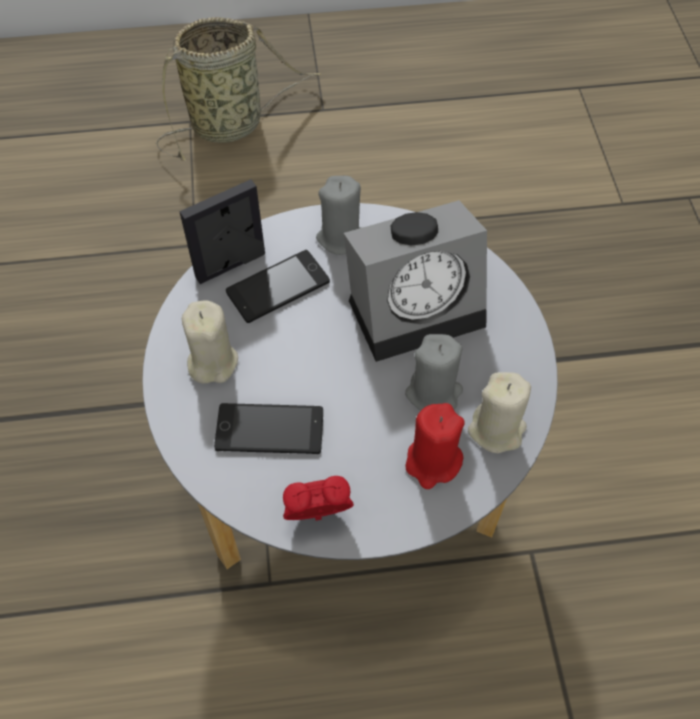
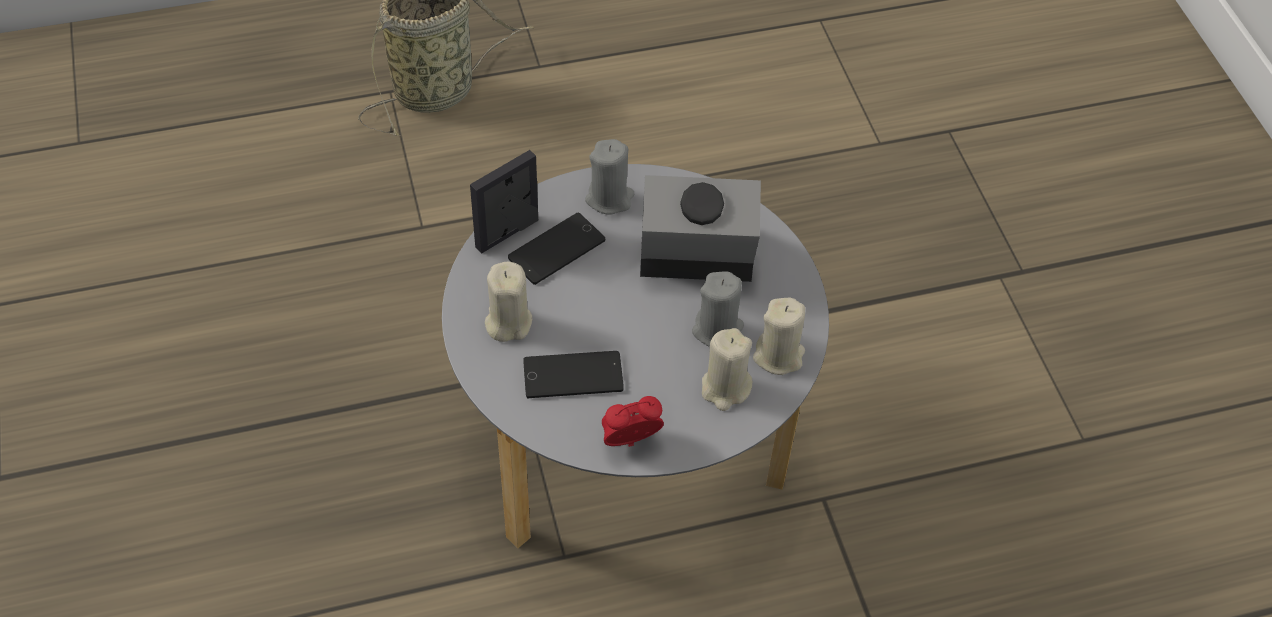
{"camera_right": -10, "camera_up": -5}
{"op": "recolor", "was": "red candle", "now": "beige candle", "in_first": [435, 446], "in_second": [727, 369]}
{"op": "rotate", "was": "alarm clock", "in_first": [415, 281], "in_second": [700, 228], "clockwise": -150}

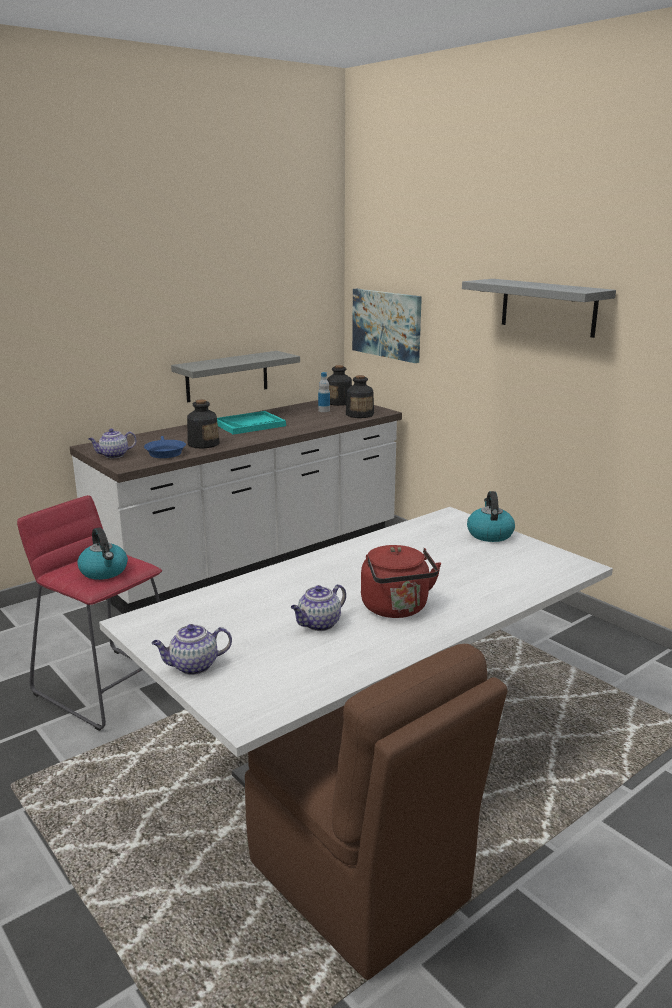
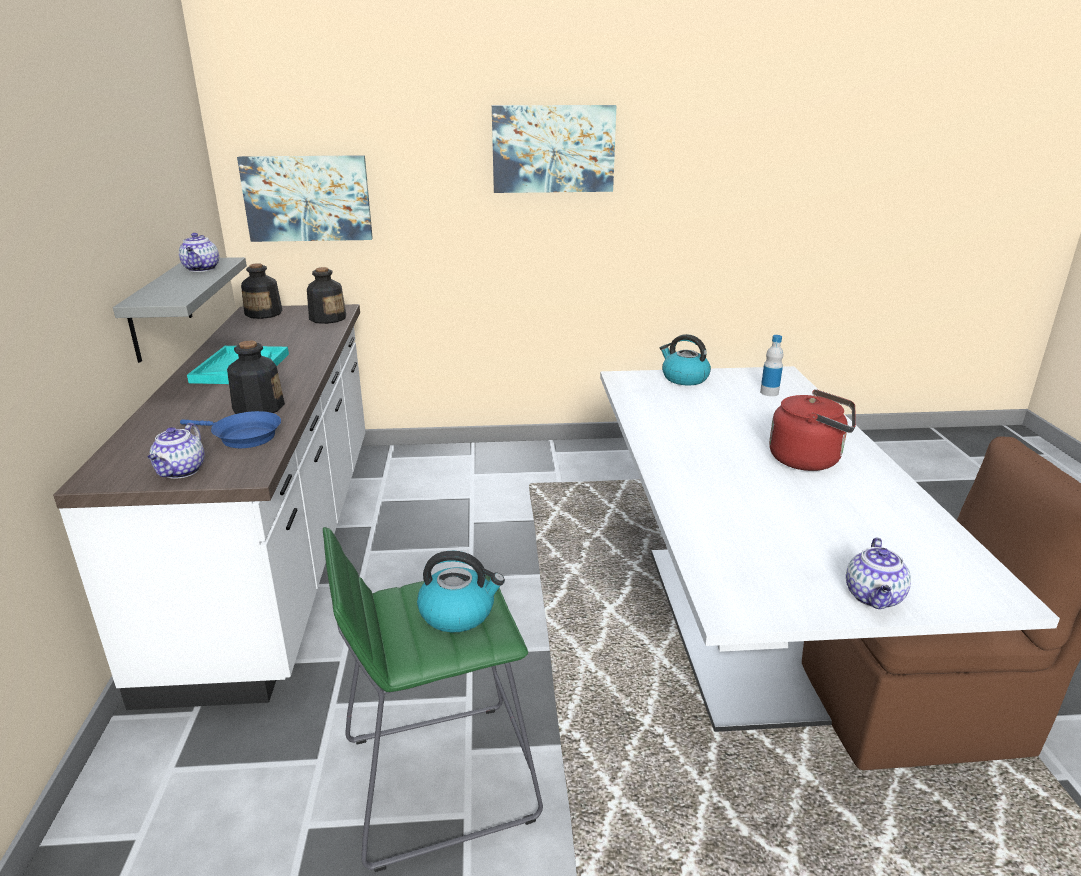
{"camera_right": -55, "camera_up": 5}
{"op": "move", "was": "teapot", "in_first": [318, 607], "in_second": [199, 252]}
{"op": "move", "was": "bottle", "in_first": [324, 392], "in_second": [771, 365]}
{"op": "replace", "was": "grey shelf", "now": "picture", "in_first": [539, 308], "in_second": [554, 149]}
{"op": "recolor", "was": "red stool", "now": "green stool", "in_first": [89, 613], "in_second": [433, 699]}

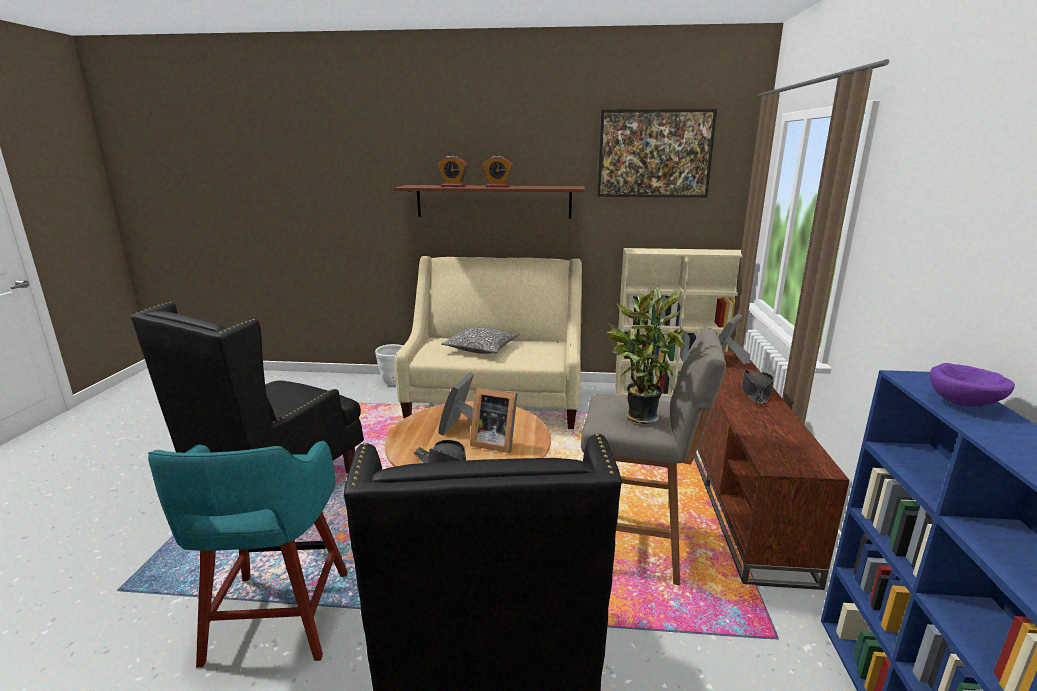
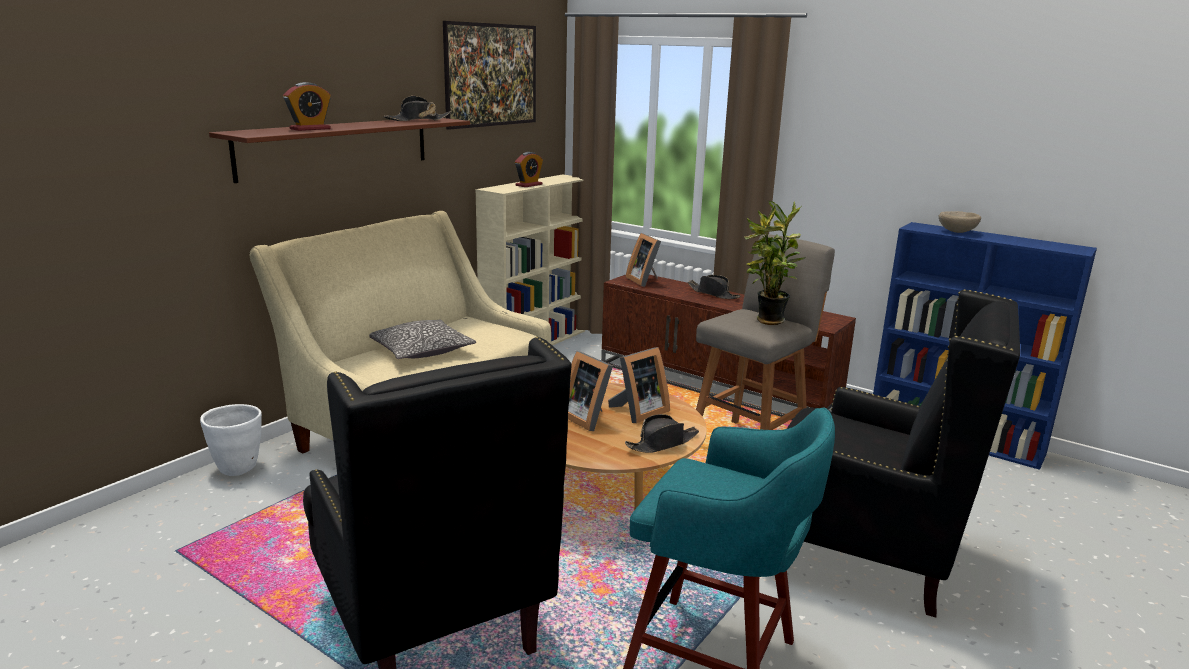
{"camera_right": -60, "camera_up": 0}
{"op": "insert", "now": "black hat", "in_second": [417, 108]}
{"op": "move", "was": "alarm clock", "in_first": [498, 171], "in_second": [529, 169]}
{"op": "recolor", "was": "purple bowl", "now": "beige bowl", "in_first": [972, 385], "in_second": [960, 222]}

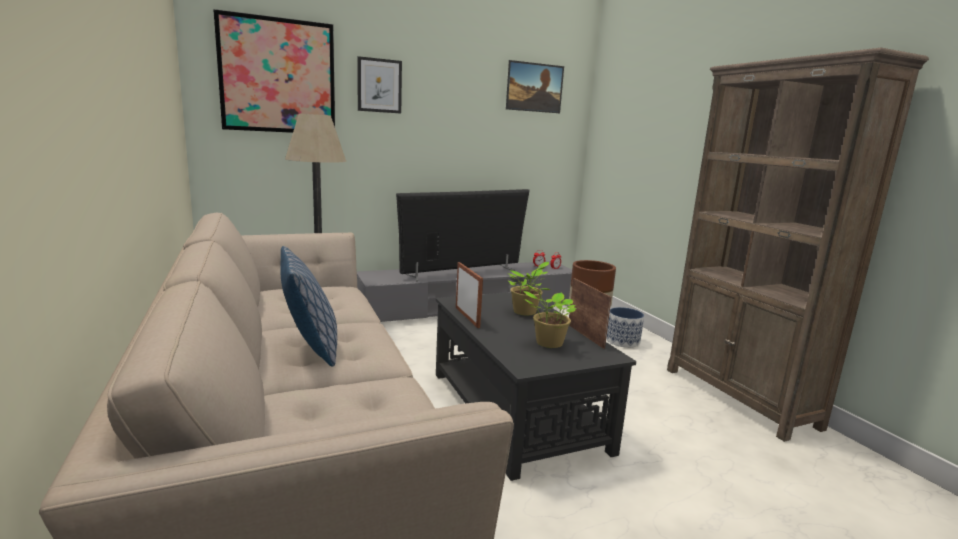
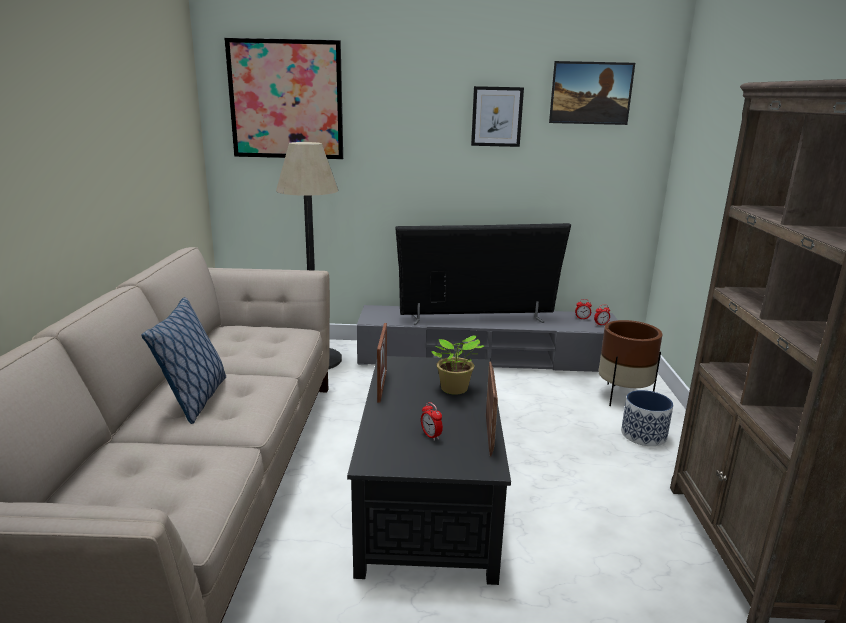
{"camera_right": 25, "camera_up": 5}
{"op": "move", "was": "picture", "in_first": [379, 85], "in_second": [497, 116]}
{"op": "replace", "was": "potted plant", "now": "alarm clock", "in_first": [549, 315], "in_second": [432, 421]}

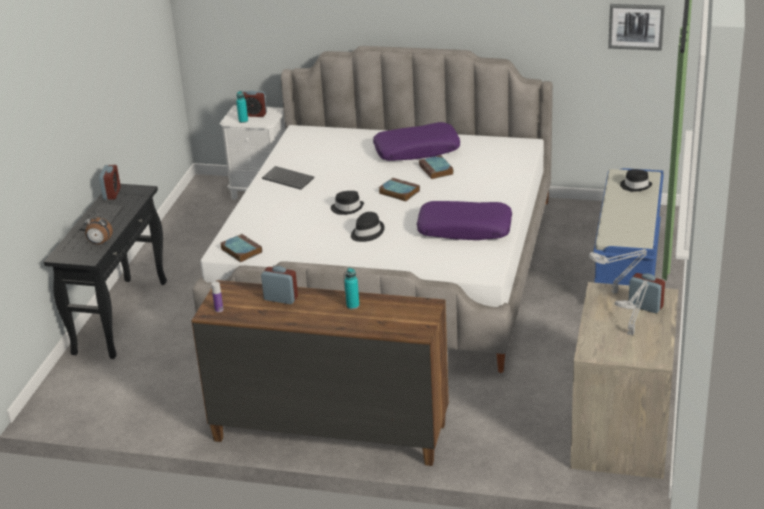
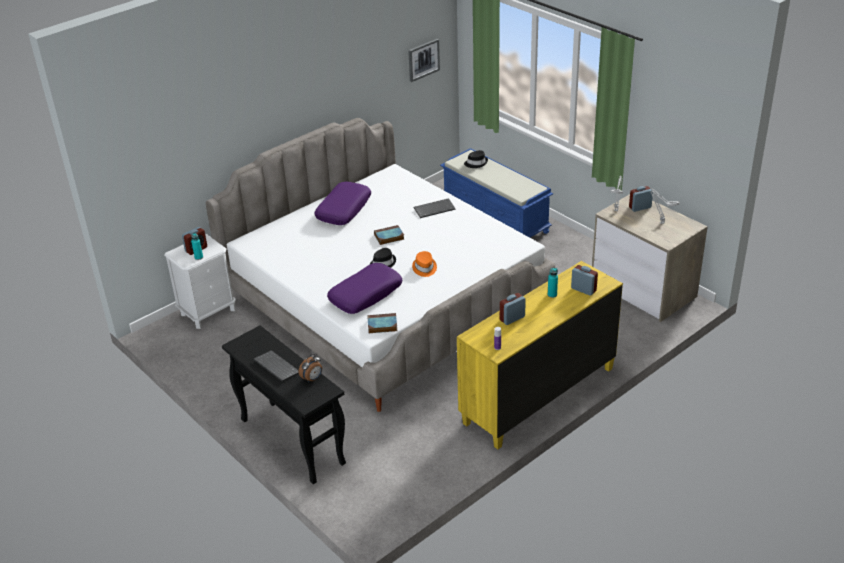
{"camera_right": -55, "camera_up": 5}
{"op": "delete", "was": "book", "in_first": [436, 167]}
{"op": "move", "was": "alarm clock", "in_first": [110, 182], "in_second": [584, 280]}
{"op": "move", "was": "keyboard", "in_first": [288, 178], "in_second": [435, 208]}
{"op": "move", "was": "purple pillow", "in_first": [464, 220], "in_second": [364, 288]}
{"op": "recolor", "was": "brown dresser", "now": "yellow dresser", "in_first": [320, 373], "in_second": [540, 355]}
{"op": "recolor", "was": "black hat", "now": "orange hat", "in_first": [368, 227], "in_second": [424, 264]}

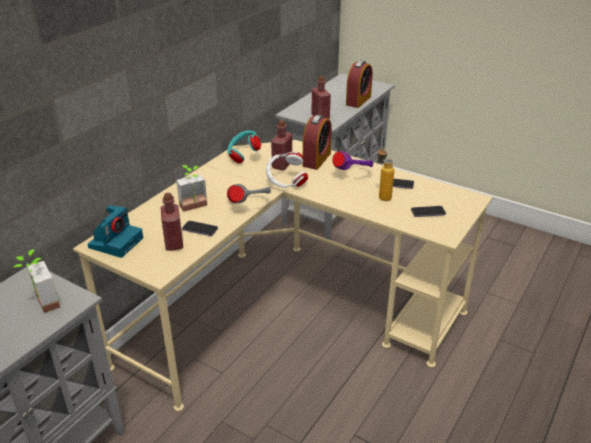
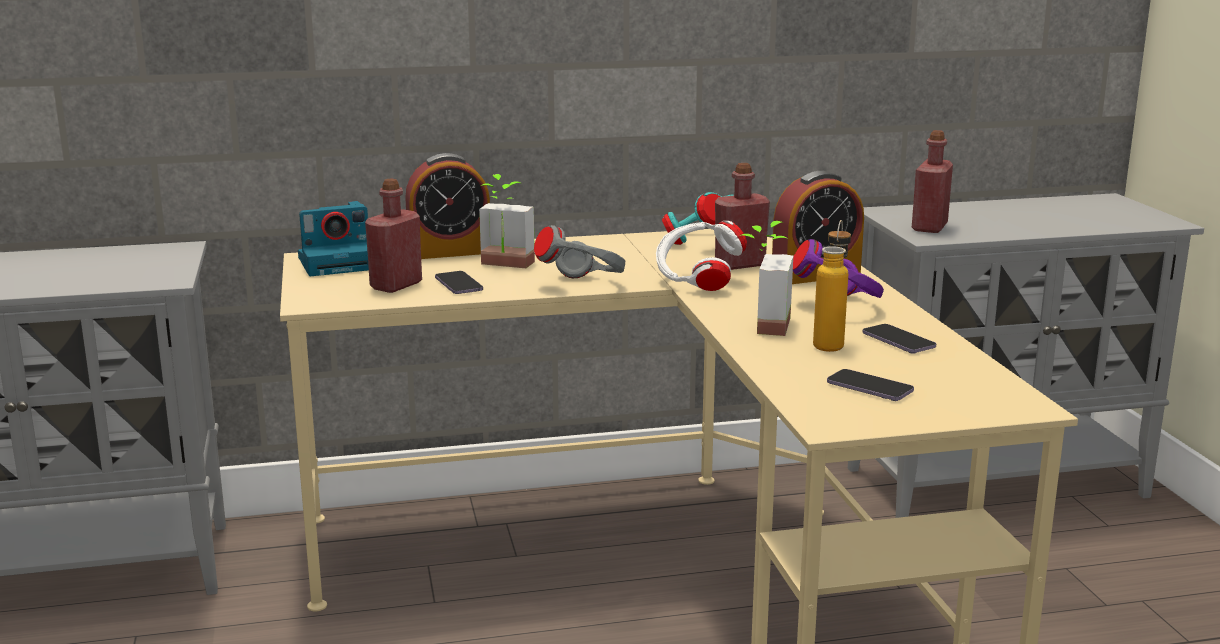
{"camera_right": 45, "camera_up": -15}
{"op": "move", "was": "potted plant", "in_first": [36, 281], "in_second": [766, 278]}
{"op": "move", "was": "alarm clock", "in_first": [359, 84], "in_second": [447, 206]}

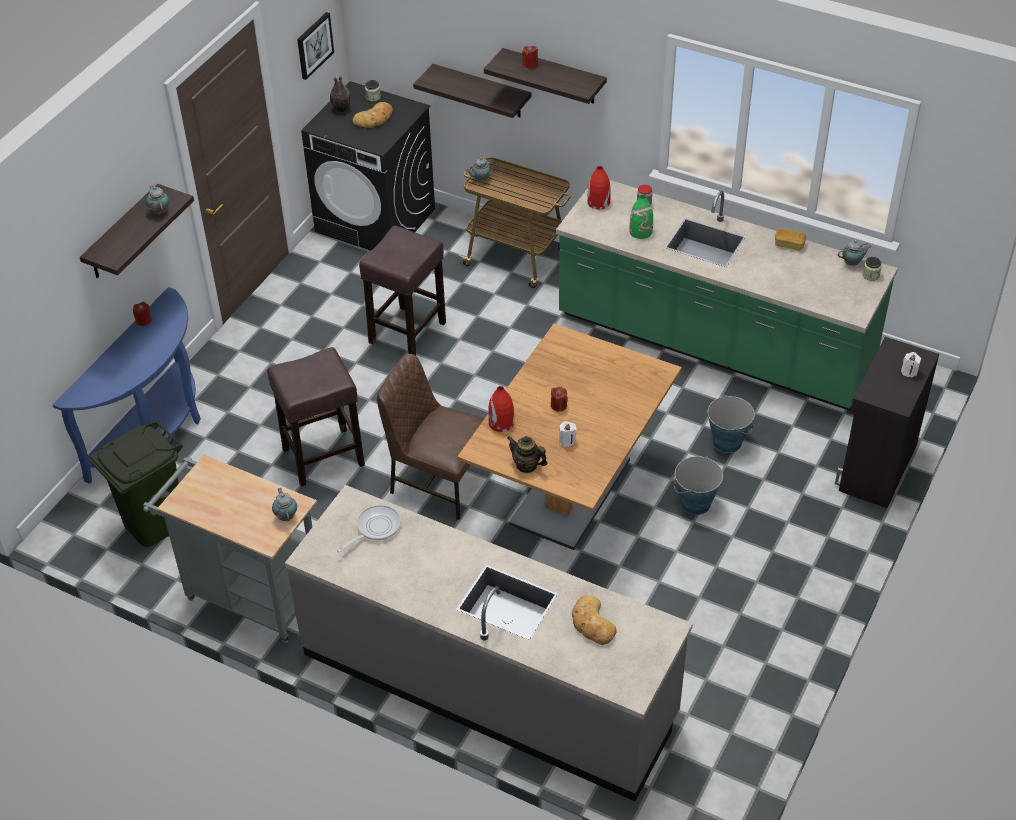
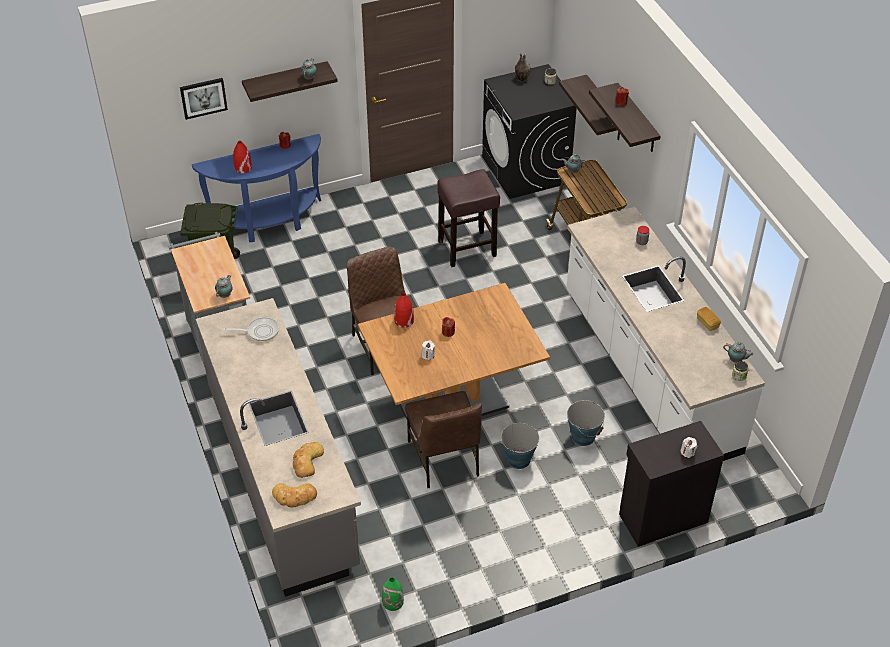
{"camera_right": 40, "camera_up": 0}
{"op": "delete", "was": "brown stool", "in_first": [316, 417]}
{"op": "delete", "was": "teapot", "in_first": [527, 454]}
{"op": "insert", "now": "brown chair", "in_second": [443, 439]}
{"op": "move", "was": "picture", "in_first": [315, 46], "in_second": [204, 99]}
{"op": "move", "was": "bread", "in_first": [373, 115], "in_second": [294, 495]}
{"op": "move", "was": "red vase", "in_first": [599, 188], "in_second": [242, 157]}
{"op": "move", "was": "green vase", "in_first": [641, 217], "in_second": [393, 594]}
{"op": "recolor", "was": "green counter", "now": "white counter", "in_first": [727, 295], "in_second": [666, 334]}

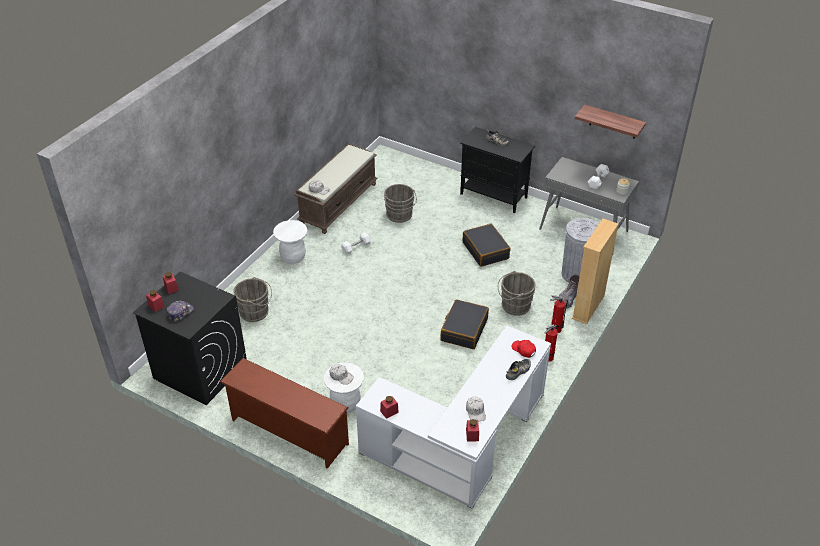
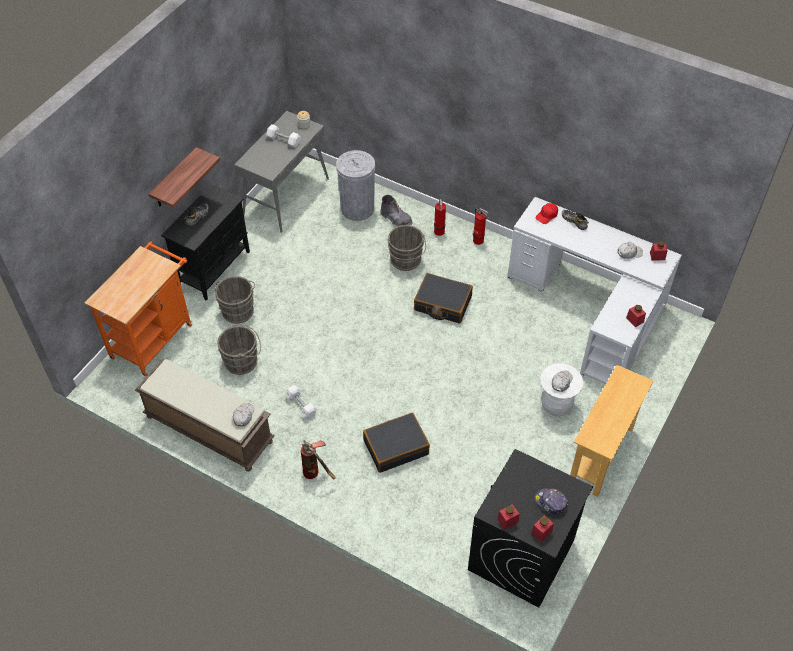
{"camera_right": -90, "camera_up": 10}
{"op": "delete", "was": "beige bookcase", "in_first": [595, 271]}
{"op": "insert", "now": "orange cart", "in_second": [138, 309]}
{"op": "move", "was": "grey bucket", "in_first": [253, 299], "in_second": [234, 300]}
{"op": "move", "was": "black suitcase", "in_first": [487, 245], "in_second": [396, 443]}
{"op": "move", "was": "shelf", "in_first": [610, 122], "in_second": [184, 177]}
{"op": "replace", "was": "brown shoe rack", "now": "beige console table", "in_first": [284, 413], "in_second": [611, 431]}
{"op": "replace", "was": "white stool", "now": "fire extinguisher", "in_first": [290, 242], "in_second": [318, 459]}

